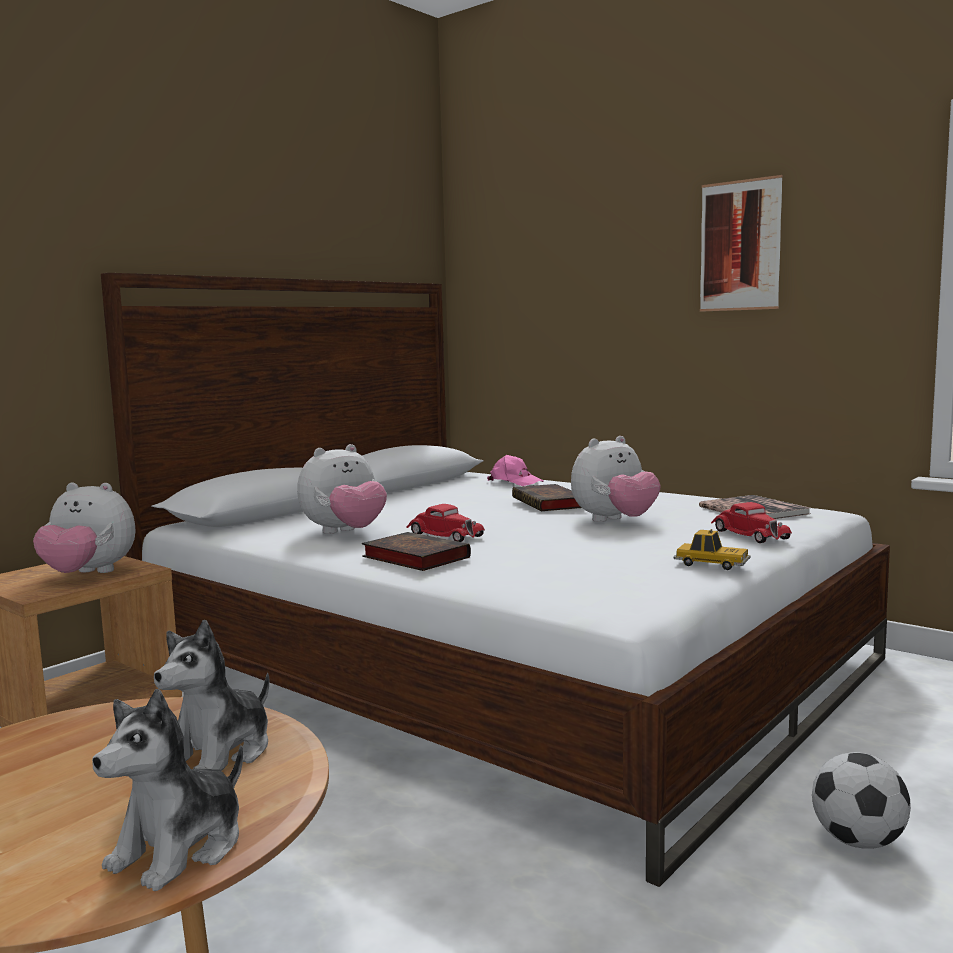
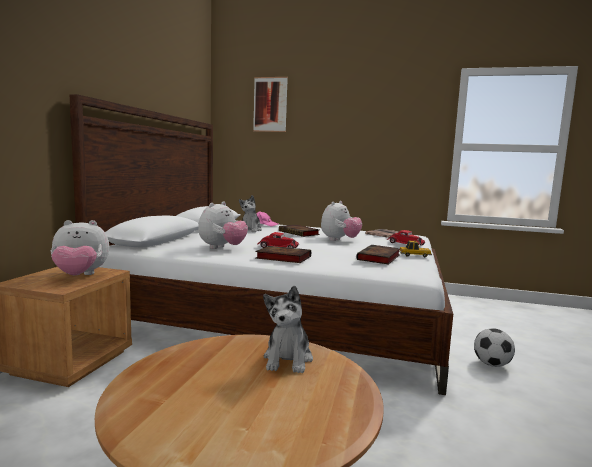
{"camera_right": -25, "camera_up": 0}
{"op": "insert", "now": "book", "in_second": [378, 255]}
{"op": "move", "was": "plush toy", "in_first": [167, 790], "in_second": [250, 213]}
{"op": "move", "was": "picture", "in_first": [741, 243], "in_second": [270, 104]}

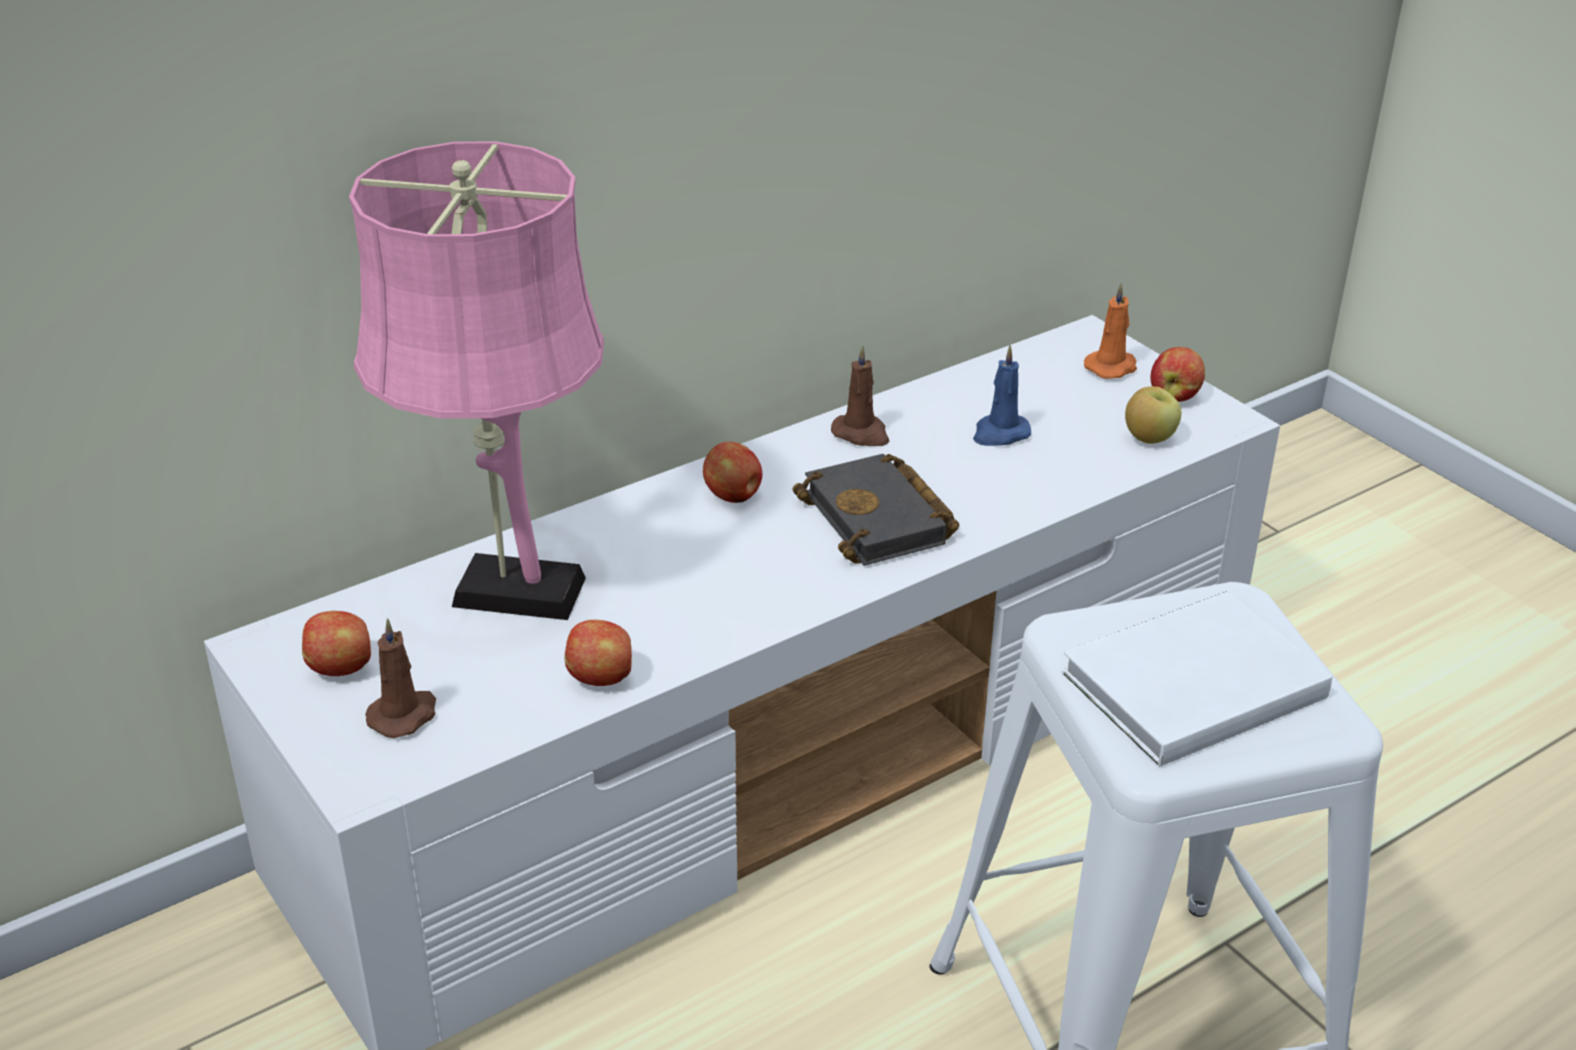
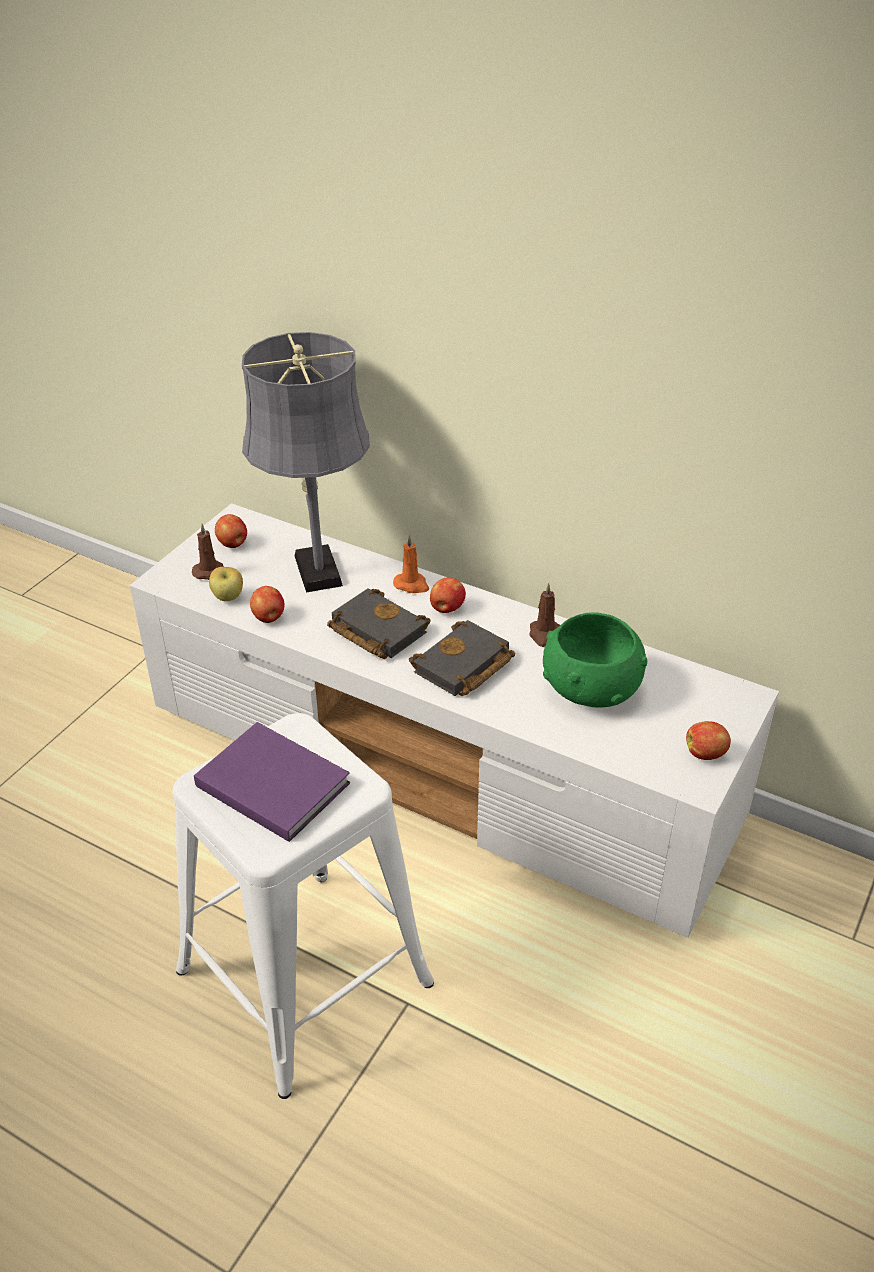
{"camera_right": 65, "camera_up": 5}
{"op": "insert", "now": "black book", "in_second": [378, 623]}
{"op": "move", "was": "orange candle", "in_first": [1110, 330], "in_second": [411, 564]}
{"op": "move", "was": "apple", "in_first": [1153, 415], "in_second": [226, 584]}
{"op": "replace", "was": "blue candle", "now": "green bowl", "in_first": [1002, 395], "in_second": [595, 660]}
{"op": "recolor", "was": "pink table lamp", "now": "grey table lamp", "in_first": [476, 381], "in_second": [306, 462]}
{"op": "recolor", "was": "white book", "now": "purple book", "in_first": [1197, 679], "in_second": [272, 782]}

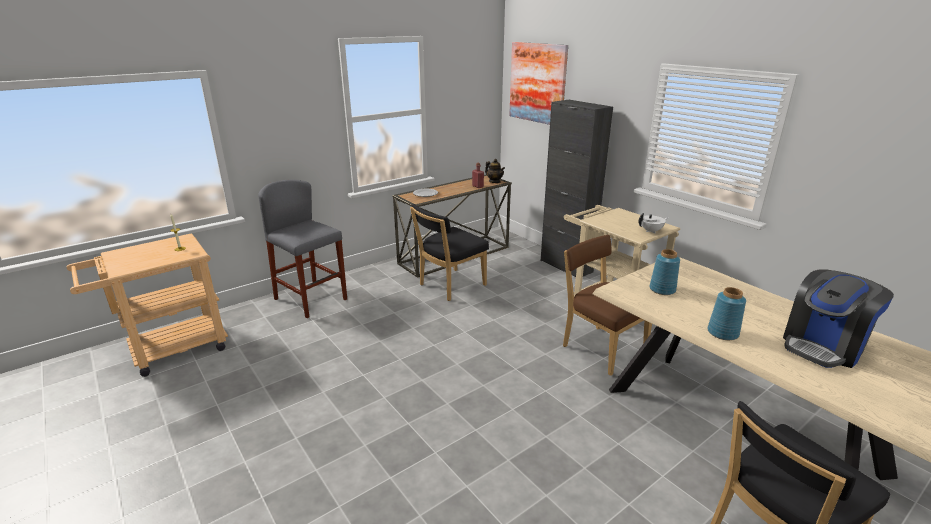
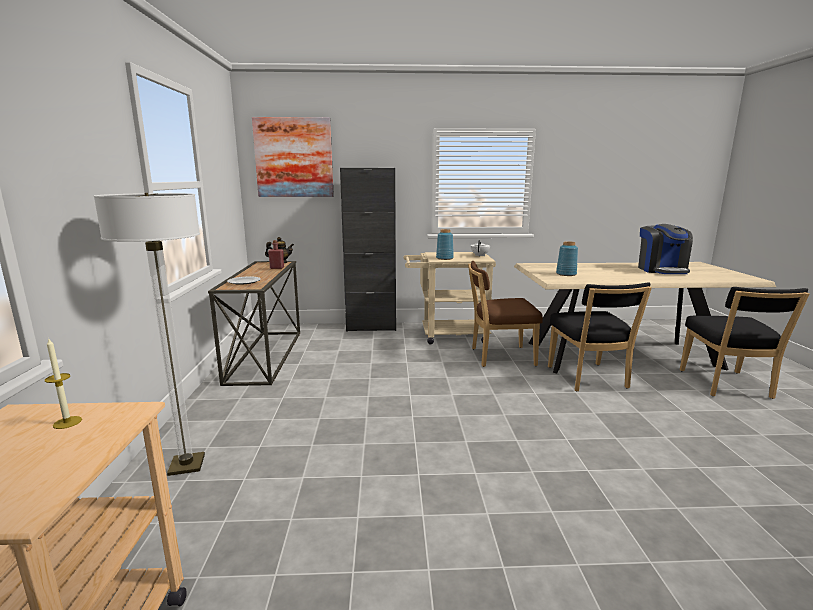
{"camera_right": -55, "camera_up": -10}
{"op": "move", "was": "black chair", "in_first": [449, 252], "in_second": [600, 337]}
{"op": "move", "was": "blue vase", "in_first": [726, 313], "in_second": [445, 244]}
{"op": "replace", "was": "grey stool", "now": "floor lamp", "in_first": [302, 248], "in_second": [149, 334]}

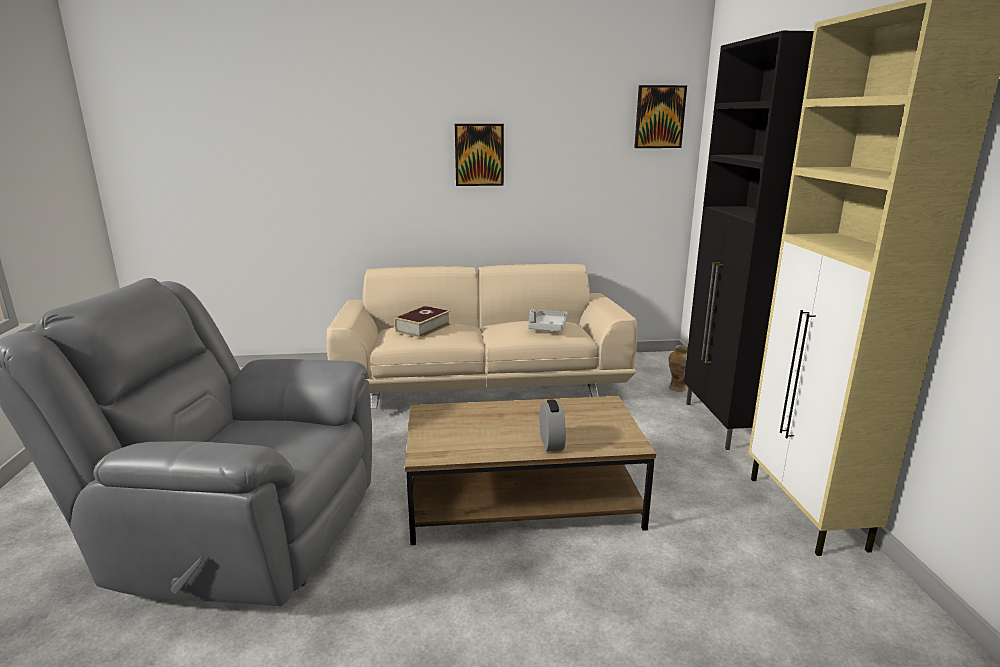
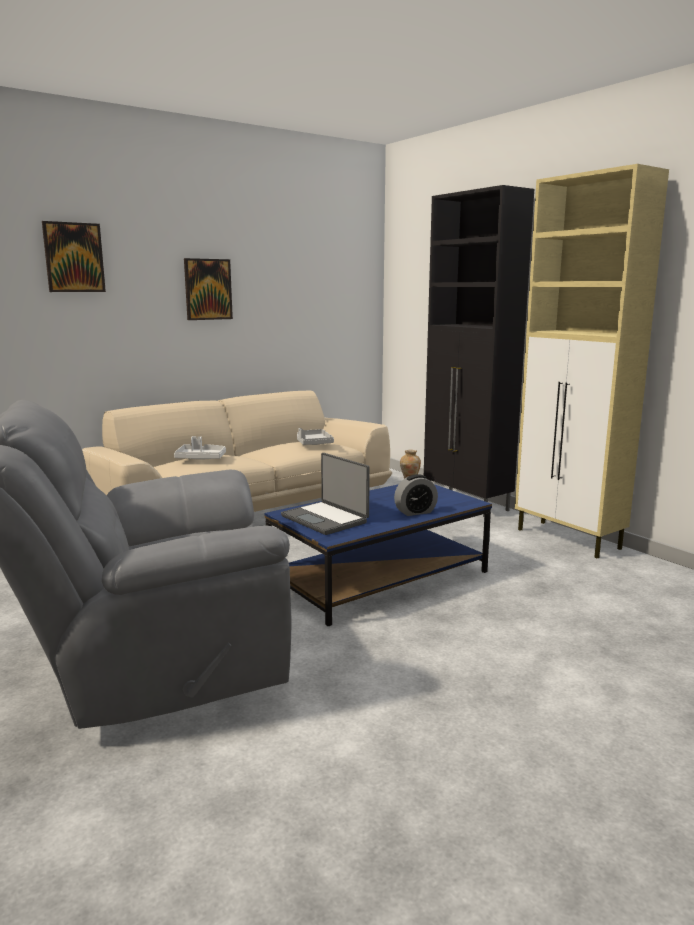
{"camera_right": -30, "camera_up": -5}
{"op": "insert", "now": "laptop", "in_second": [325, 494]}
{"op": "move", "was": "picture", "in_first": [660, 116], "in_second": [74, 256]}
{"op": "replace", "was": "book", "now": "white tray", "in_first": [422, 322], "in_second": [200, 448]}
{"op": "recolor", "was": "brown coffee table", "now": "blue coffee table", "in_first": [530, 470], "in_second": [378, 555]}
{"op": "rotate", "was": "alarm clock", "in_first": [553, 425], "in_second": [416, 495], "clockwise": 105}

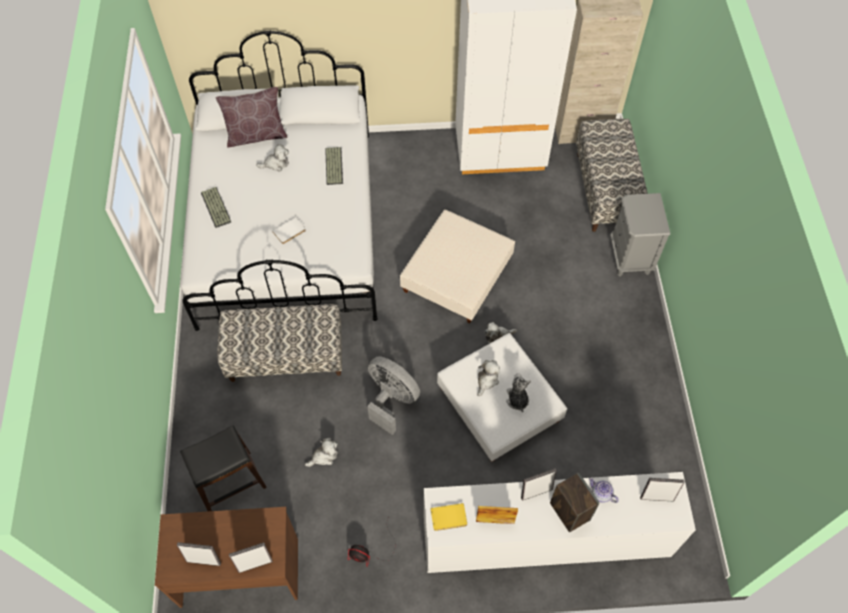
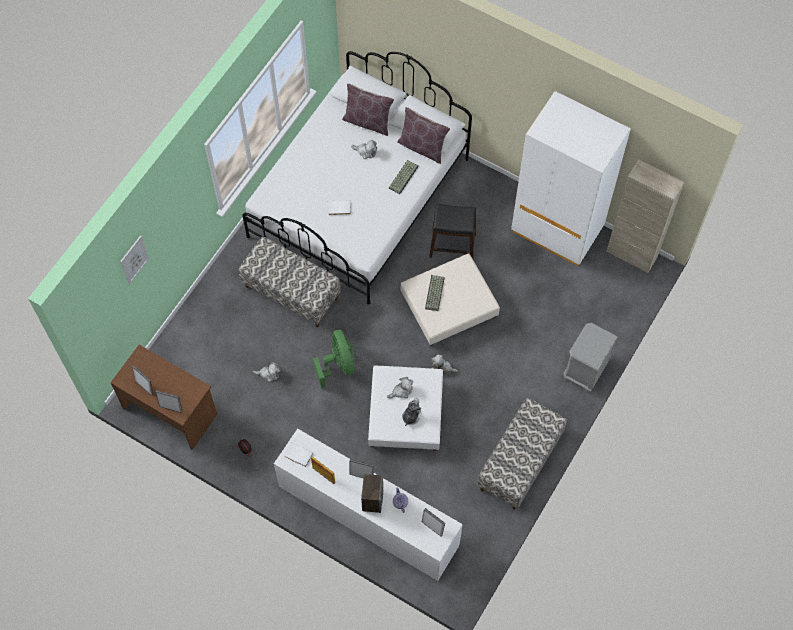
{"camera_right": 35, "camera_up": 5}
{"op": "insert", "now": "picture", "in_second": [134, 259]}
{"op": "insert", "now": "brown pillow", "in_second": [423, 135]}
{"op": "move", "was": "black stool", "in_first": [223, 468], "in_second": [452, 231]}
{"op": "move", "was": "keyboard", "in_first": [216, 207], "in_second": [435, 293]}
{"op": "move", "was": "bench", "in_first": [612, 175], "in_second": [522, 454]}
{"op": "recolor", "was": "grey fan", "now": "green fan", "in_first": [393, 395], "in_second": [334, 359]}
{"op": "recolor", "was": "yellow book", "now": "white book", "in_first": [448, 517], "in_second": [299, 455]}

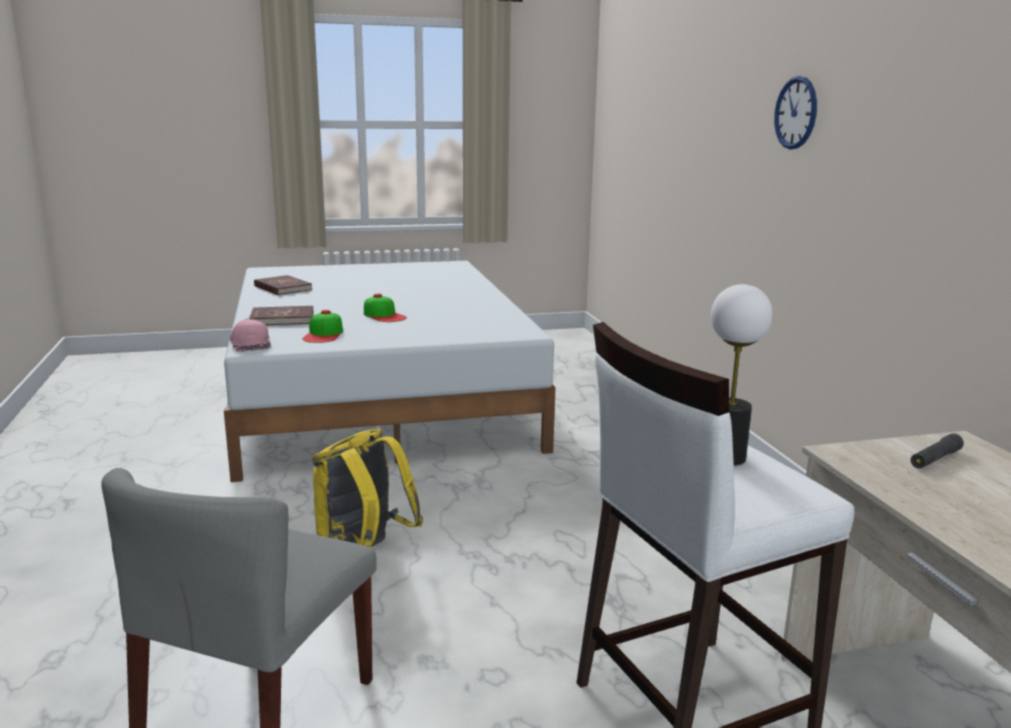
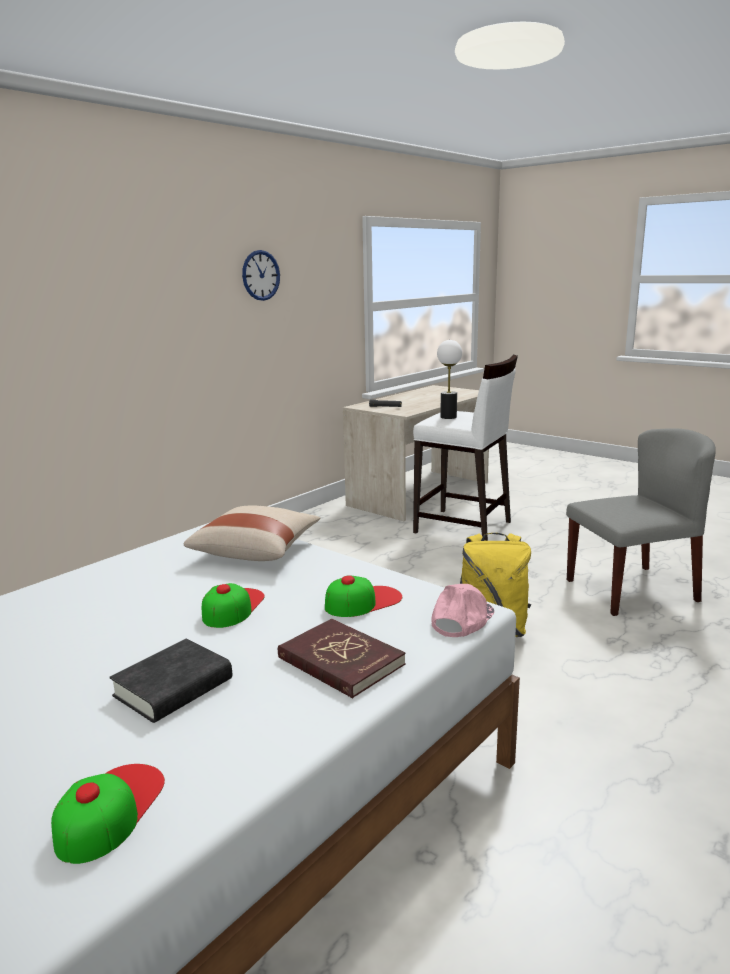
{"camera_right": -125, "camera_up": 0}
{"op": "insert", "now": "black book", "in_second": [171, 681]}
{"op": "insert", "now": "beige pillow", "in_second": [252, 533]}
{"op": "move", "was": "wall clock", "in_first": [795, 112], "in_second": [261, 275]}
{"op": "replace", "was": "red book", "now": "cap", "in_first": [283, 285], "in_second": [108, 814]}

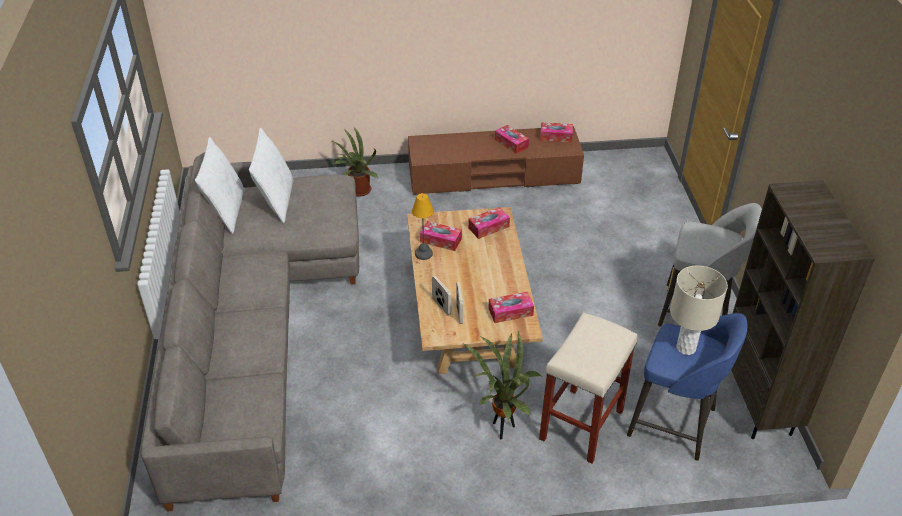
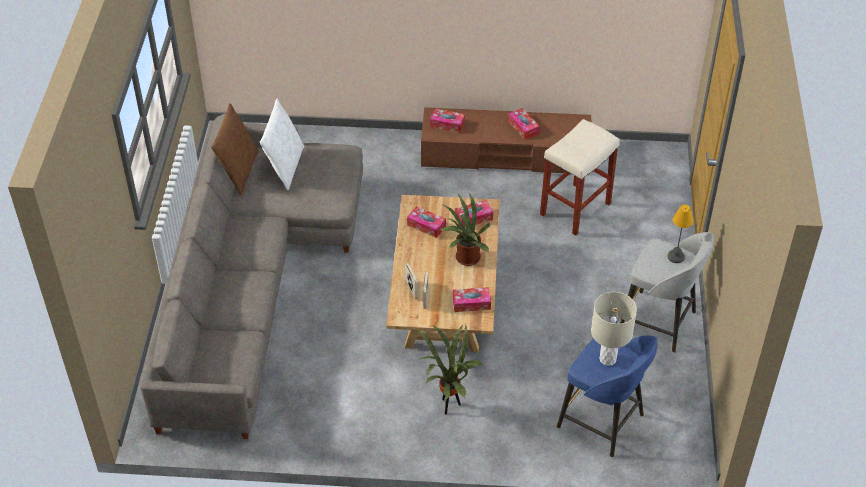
{"camera_right": 10, "camera_up": 5}
{"op": "delete", "was": "brown bookcase", "in_first": [800, 309]}
{"op": "move", "was": "potted plant", "in_first": [355, 162], "in_second": [465, 229]}
{"op": "move", "was": "table lamp", "in_first": [423, 226], "in_second": [681, 234]}
{"op": "move", "was": "beige stool", "in_first": [588, 388], "in_second": [580, 177]}
{"op": "move", "was": "tissue box", "in_first": [556, 132], "in_second": [447, 121]}
{"op": "recolor", "was": "white pillow", "now": "brown pillow", "in_first": [220, 185], "in_second": [235, 149]}

